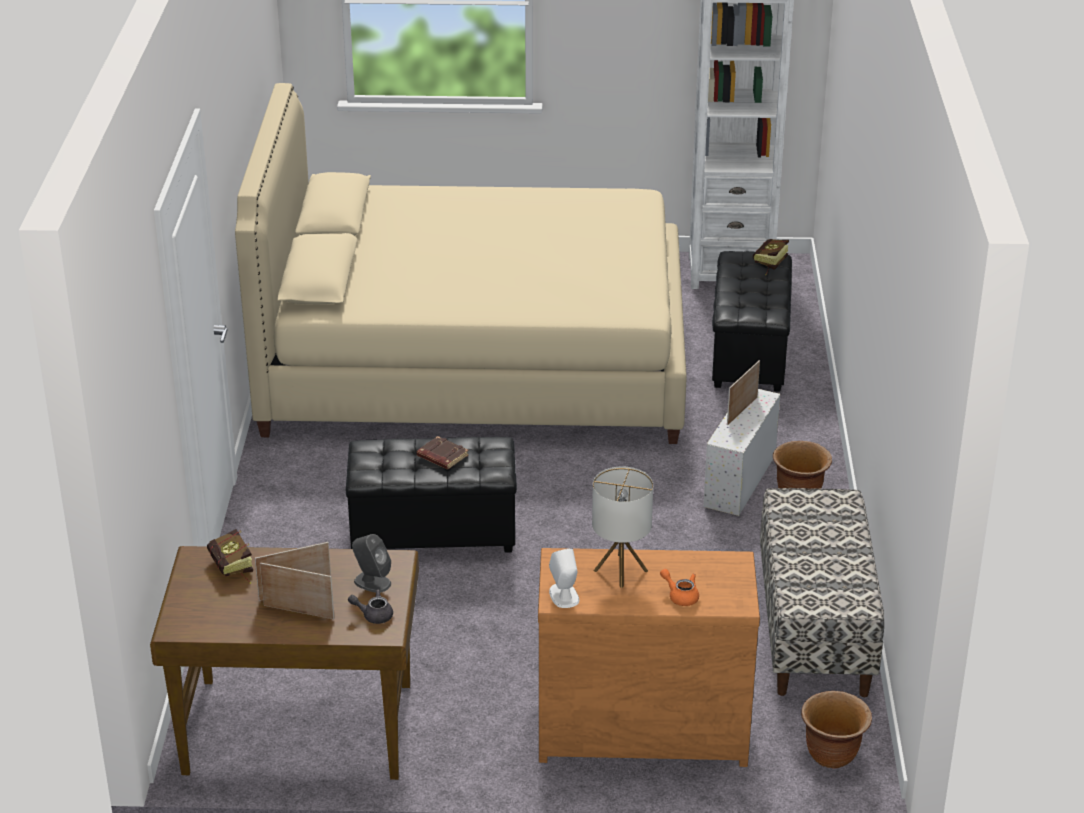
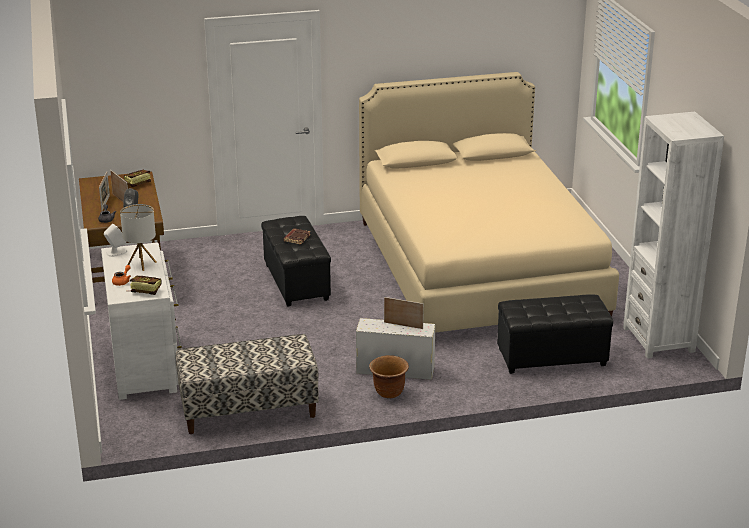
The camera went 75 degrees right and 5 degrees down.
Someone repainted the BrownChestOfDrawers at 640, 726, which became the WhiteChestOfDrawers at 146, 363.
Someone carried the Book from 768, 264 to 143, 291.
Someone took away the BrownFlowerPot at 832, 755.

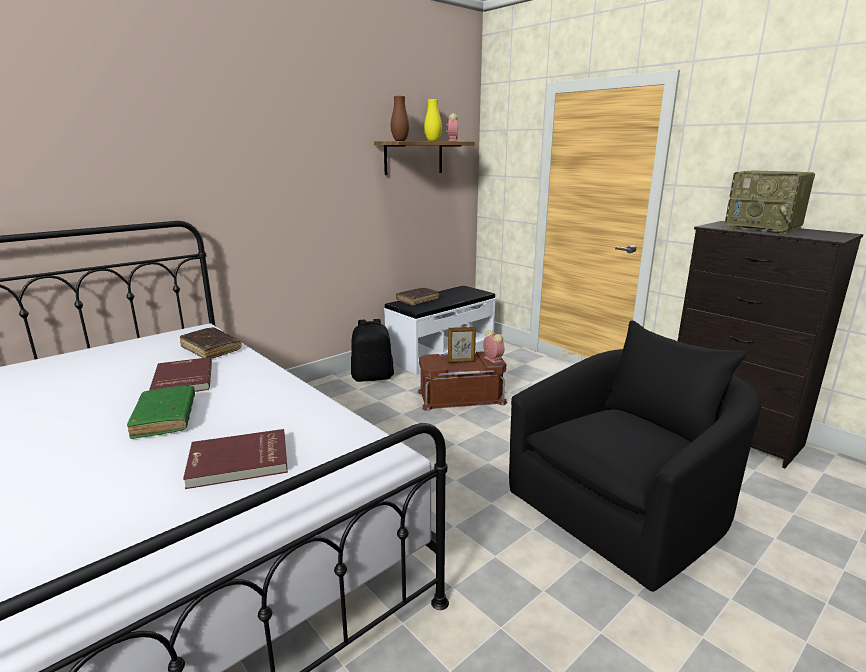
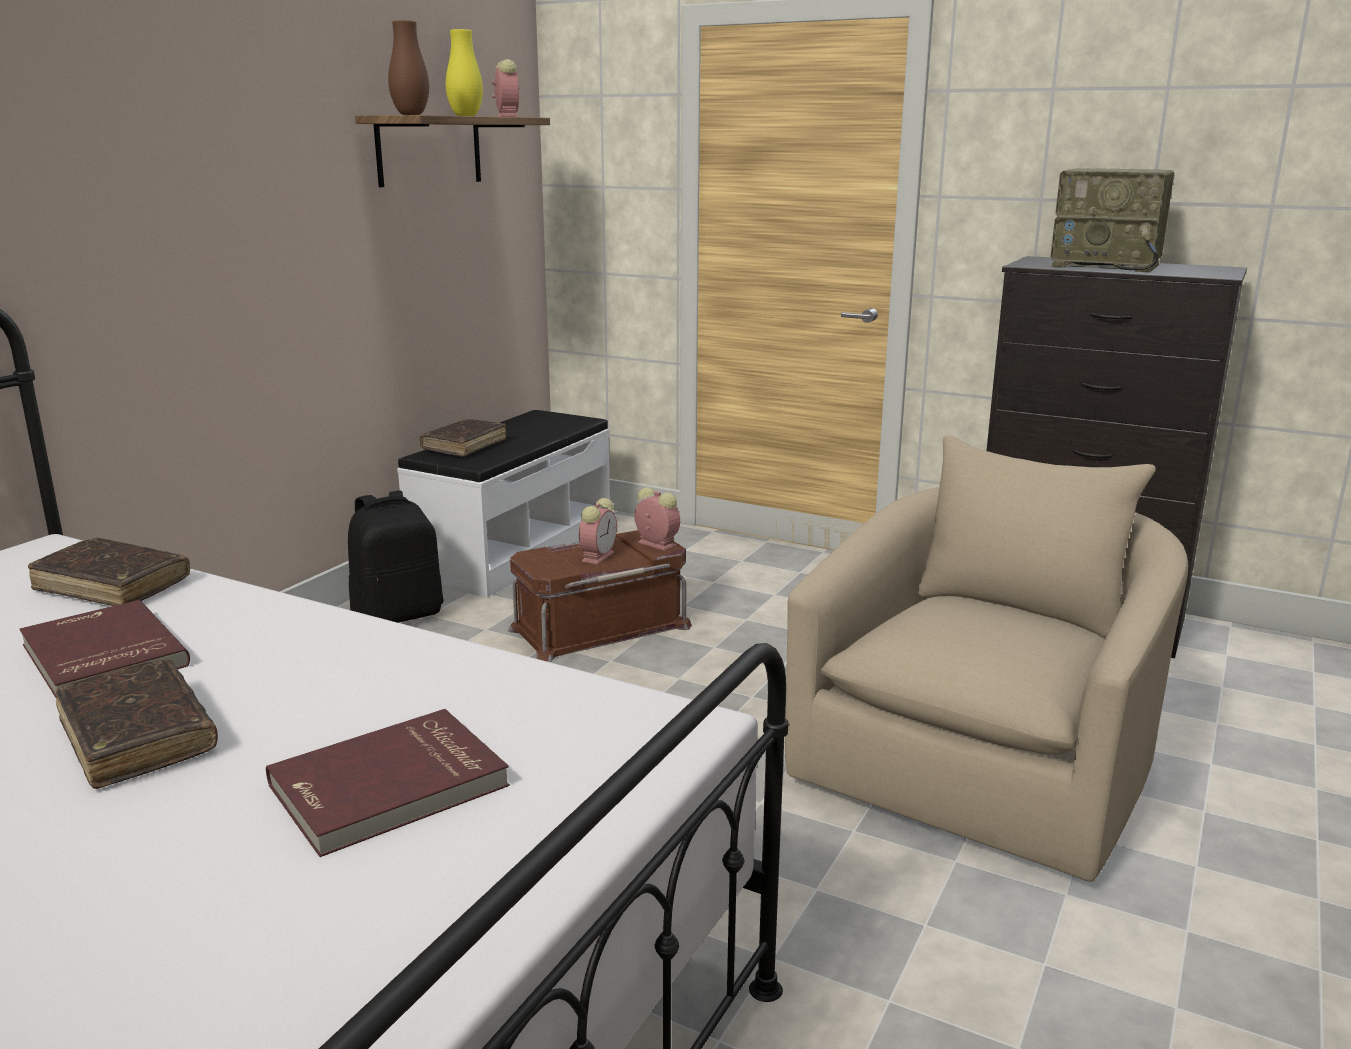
The camera went 20 degrees left and 0 degrees up.
Someone repainted the GreenBook at 165, 418, which became the BrownBook at 138, 737.
Someone swapped the PhotoFrame at 461, 362 for the TableClock at 598, 556.
Someone repainted the BlackColouredEasyChair at 626, 508, which became the SandColouredEasyChair at 983, 764.

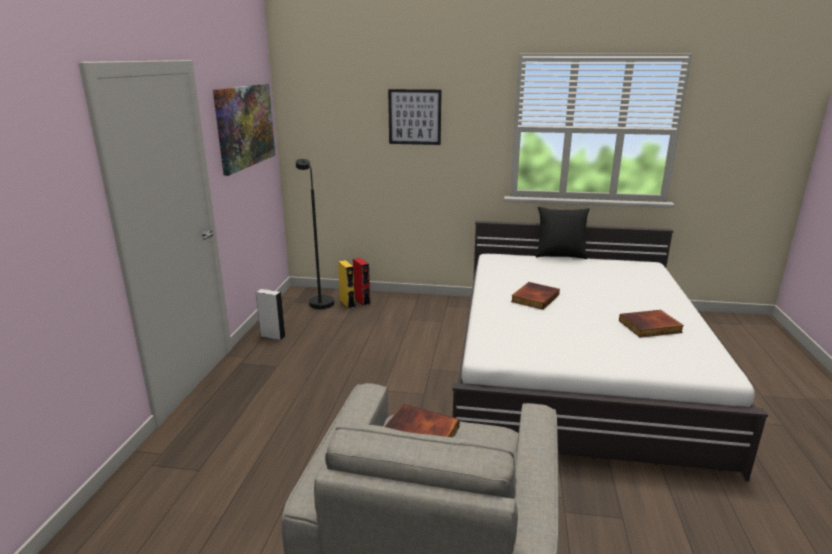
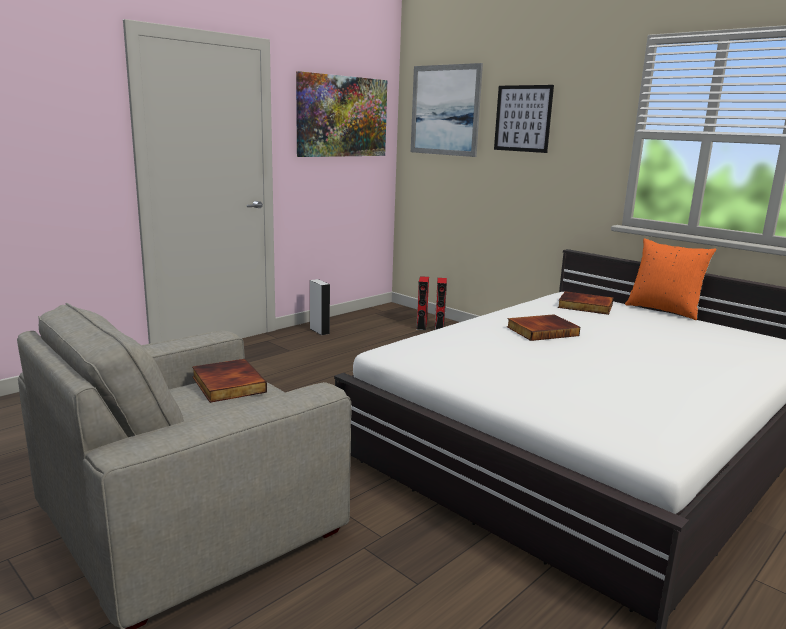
The camera went 35 degrees right and 5 degrees down.
Someone put up the WallArt at 445, 110.
Someone repainted the YellowishLoudspeaker at 347, 304, which became the ReddishLoudspeaker at 421, 326.
Someone carried the Book from 650, 327 to 584, 306.
Someone repainted the BlackColouredCushion at 560, 255, which became the OrangeyCushion at 663, 310.
Someone took away the BlackColouredStandardLamp at 319, 301.

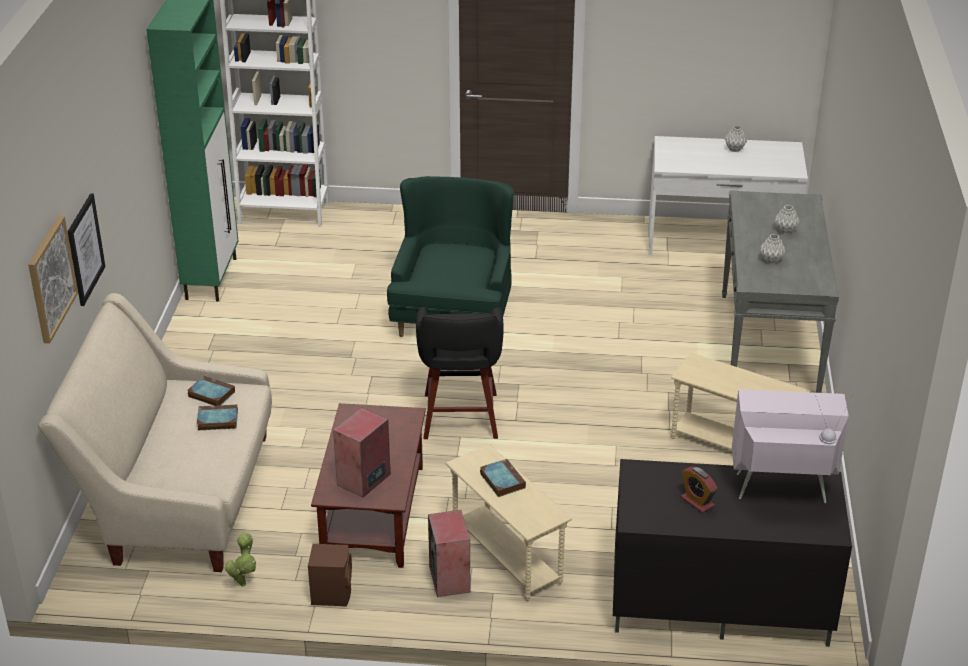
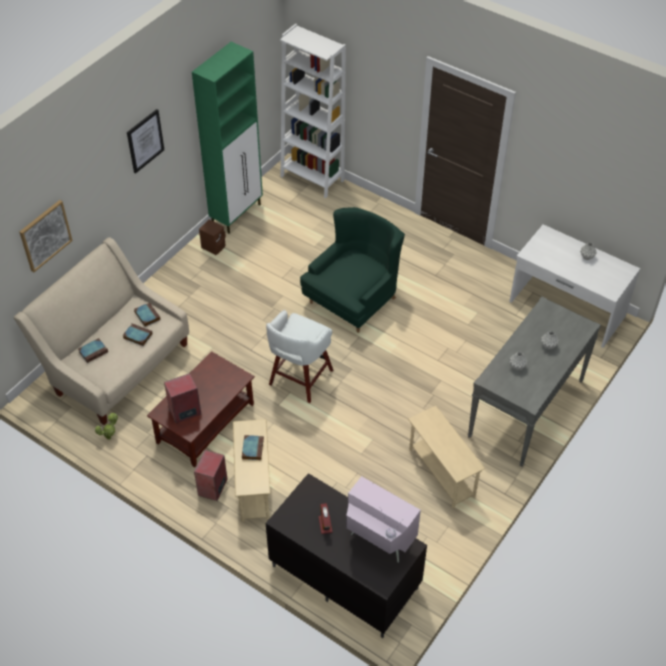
The camera went 30 degrees right and 15 degrees up.
Someone put down the Book at 93, 351.
Someone carried the WallArt from 85, 249 to 145, 141.
Someone carried the BrownLoudspeaker from 332, 593 to 214, 246.
Someone repainted the BlackColouredStool at 460, 418, which became the WhiteStool at 299, 379.

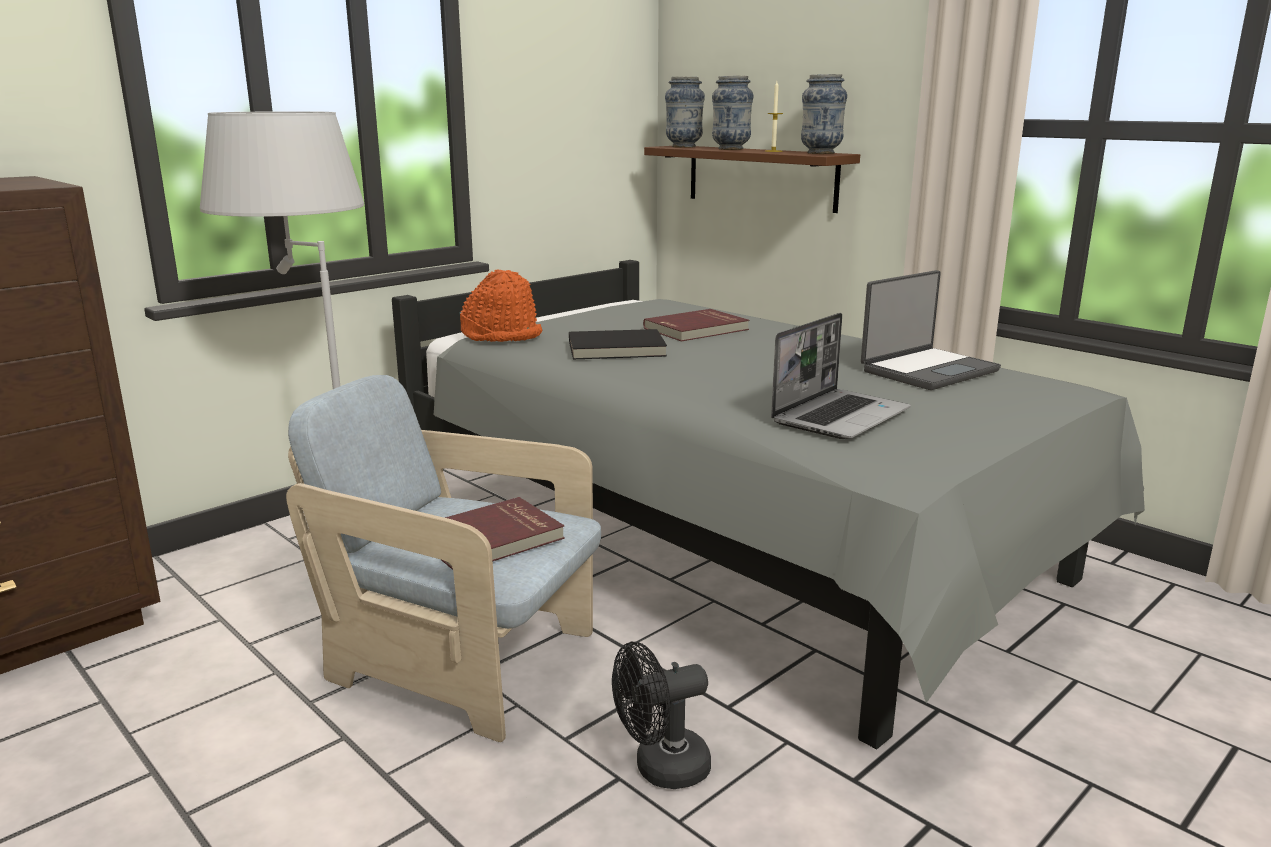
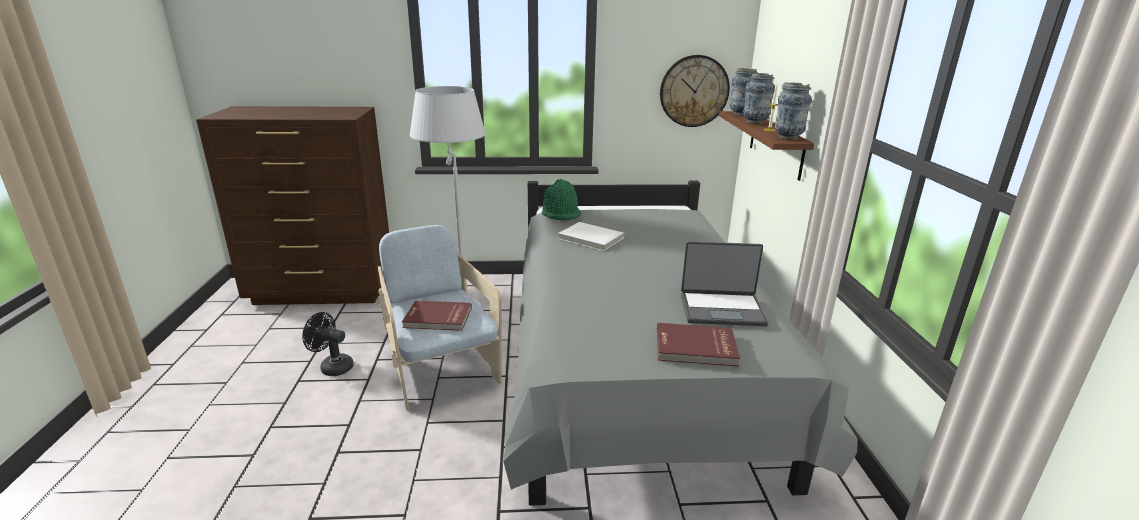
The camera went 40 degrees right and 5 degrees up.
Someone carried the BlackColouredFan from 661, 769 to 332, 367.
Someone repainted the OrangeyWearableHat at 502, 335, which became the GreenWearableHat at 561, 214.
Someone repainted the BlackColouredBook at 616, 349, which became the WhiteBook at 590, 239.
Someone carried the ReddishBook from 697, 329 to 695, 348.
Someone put up the ClockOnTheWall at 694, 91.
Someone took away the PortableComputer at 840, 416.

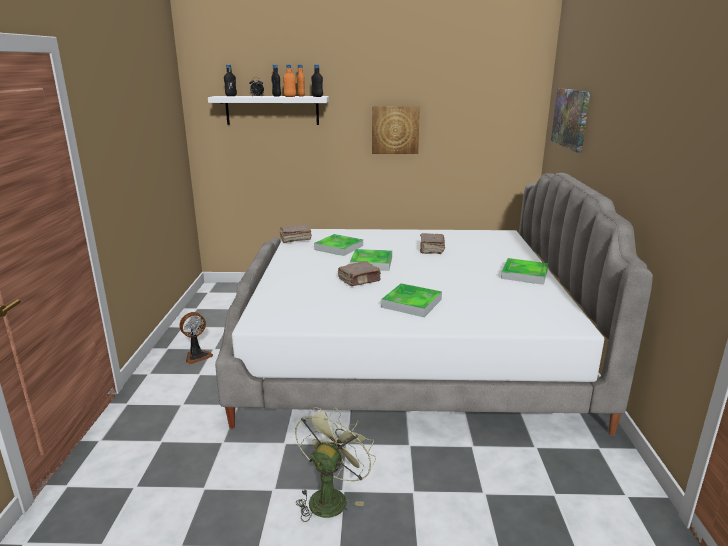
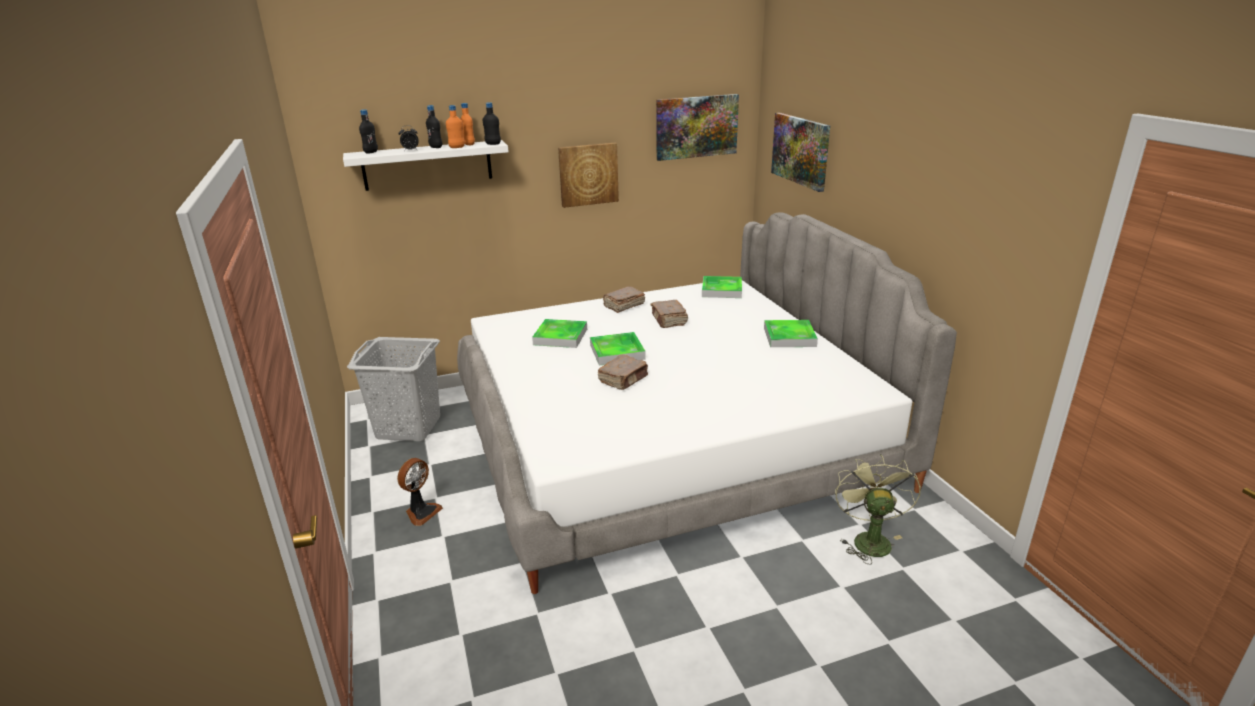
The camera went 20 degrees left and 5 degrees up.
Someone put down the GreyishLaundryBasket at 408, 427.
Someone carried the BrownBook from 295, 239 to 623, 306.
Someone put up the WallArt at 696, 126.
Someone carried the ServingTray from 411, 303 to 721, 290.
Someone carried the GreenFan from 330, 496 to 868, 539.

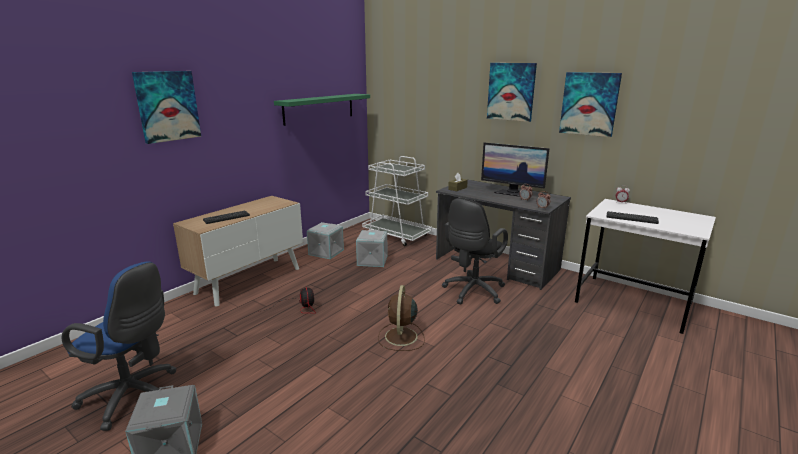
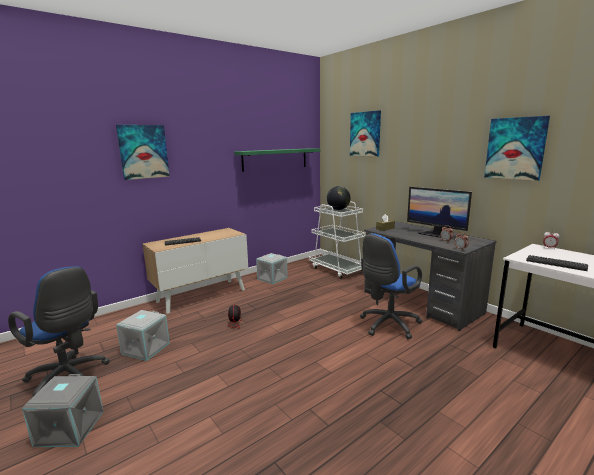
The camera went 15 degrees right and 5 degrees down.
Someone carried the GreyishStorageBin from 371, 260 to 145, 348.
Someone put down the Globe at 338, 209.
Someone carried the WallArt from 511, 91 to 365, 134.
Someone repainted the BlackColouredDeskChair at 472, 292, which became the BluishDeskChair at 387, 325.
Someone took away the BrownFan at 401, 337.

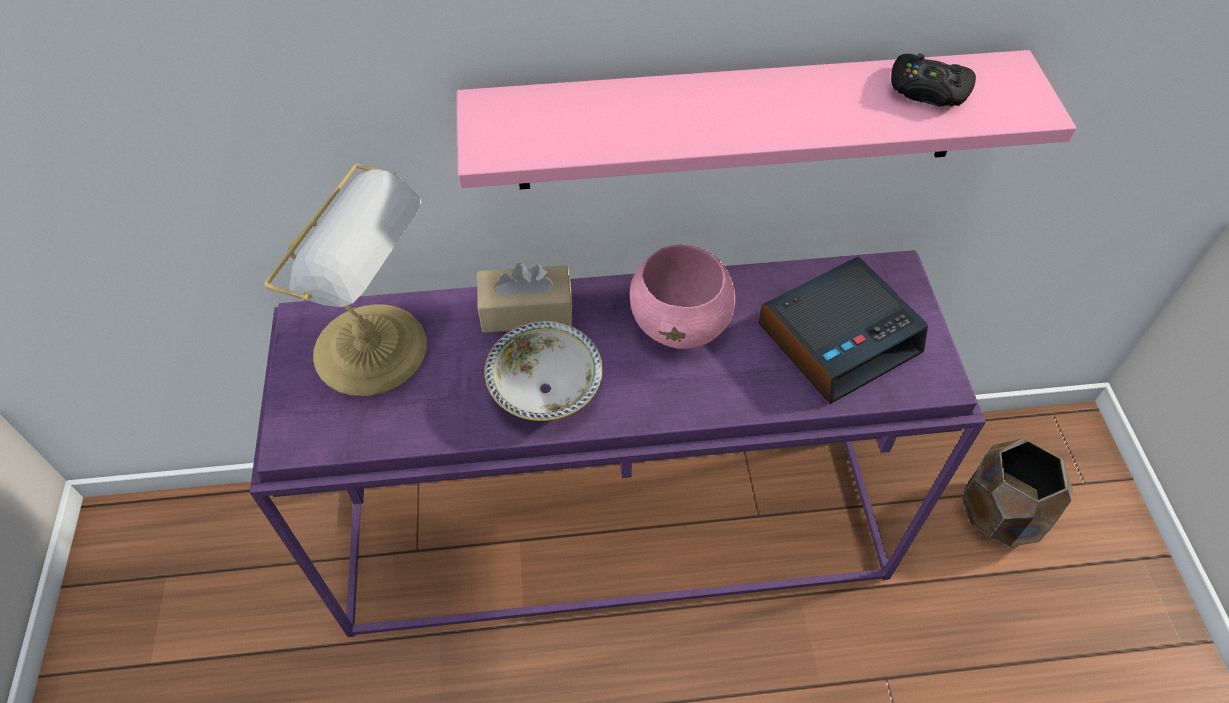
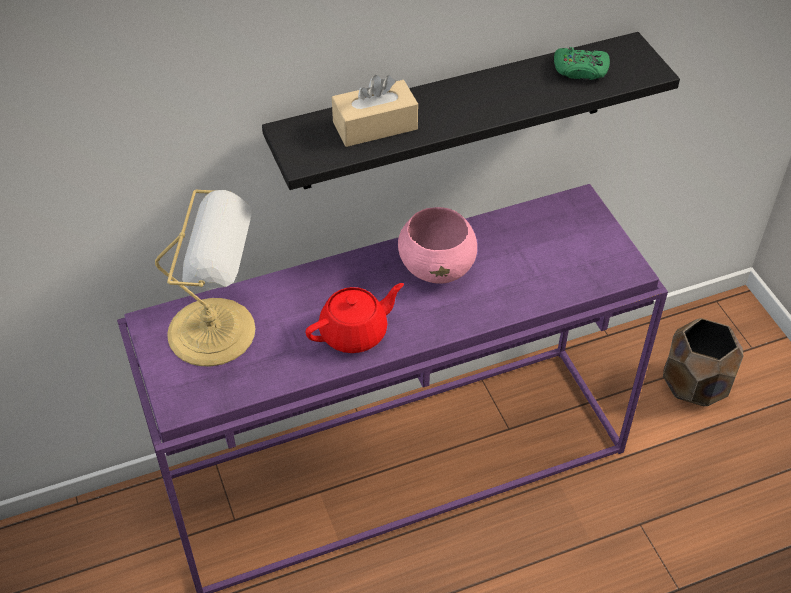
The camera went 15 degrees left and 5 degrees down.
Someone repainted the PinkBracketShelf at 741, 122, which became the BlackColouredBracketShelf at 456, 112.
Someone swapped the Bowl at 546, 390 for the ReddishTeaPot at 355, 333.
Someone carried the SandColouredBoxOfTissues from 526, 311 to 375, 126.
Someone repainted the BlackColouredGamepad at 928, 90, which became the GreenGamepad at 580, 70.
Someone took away the TableClock at 839, 337.

